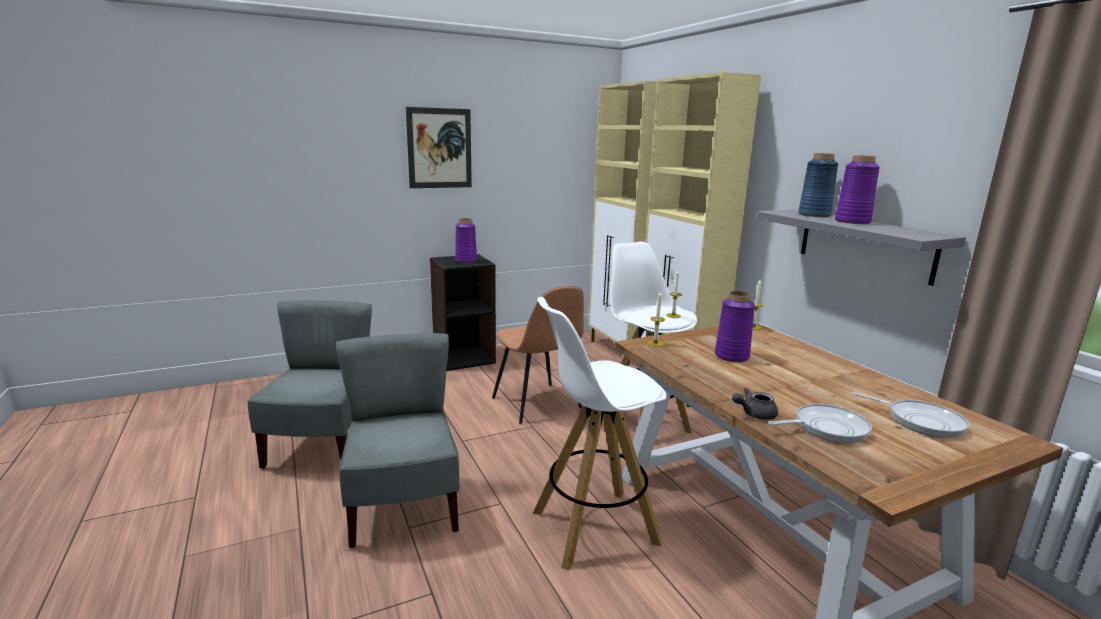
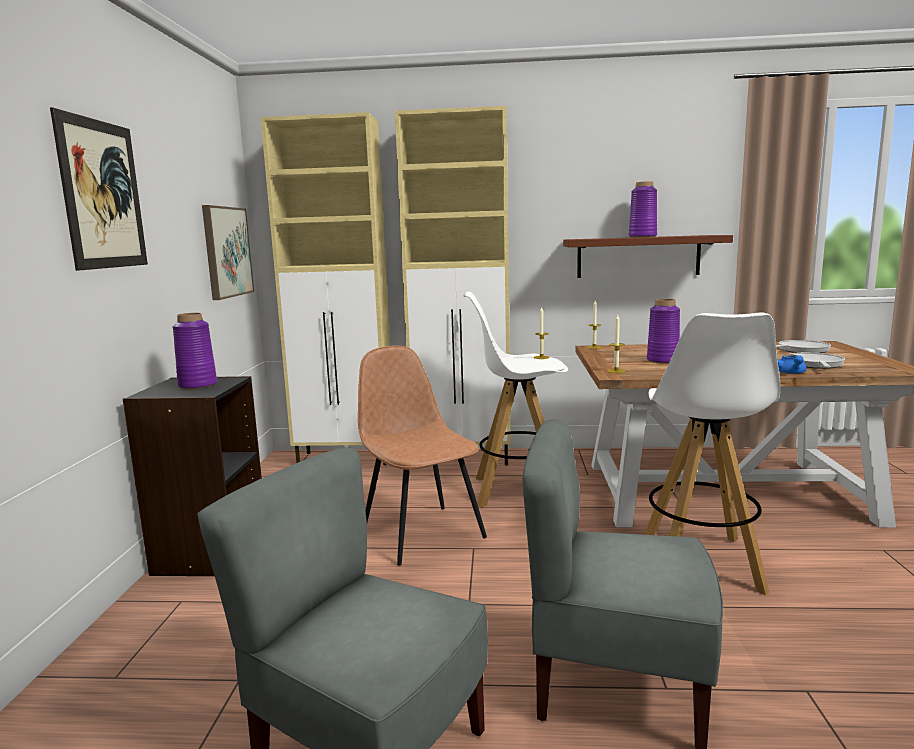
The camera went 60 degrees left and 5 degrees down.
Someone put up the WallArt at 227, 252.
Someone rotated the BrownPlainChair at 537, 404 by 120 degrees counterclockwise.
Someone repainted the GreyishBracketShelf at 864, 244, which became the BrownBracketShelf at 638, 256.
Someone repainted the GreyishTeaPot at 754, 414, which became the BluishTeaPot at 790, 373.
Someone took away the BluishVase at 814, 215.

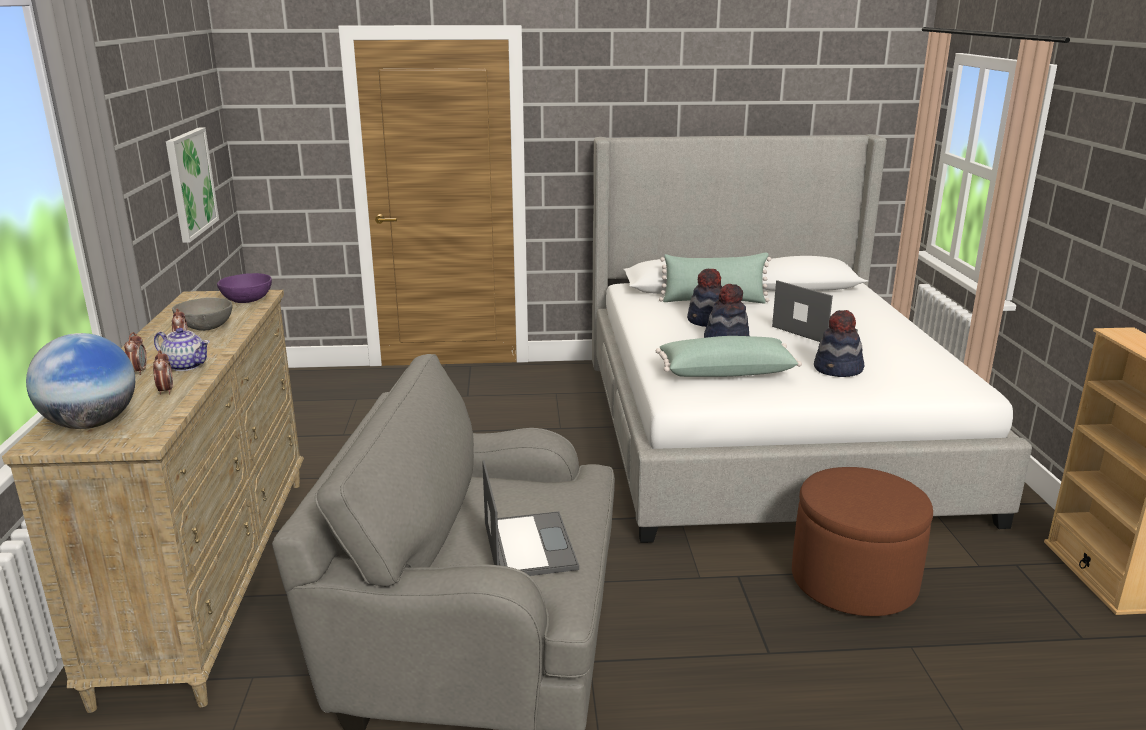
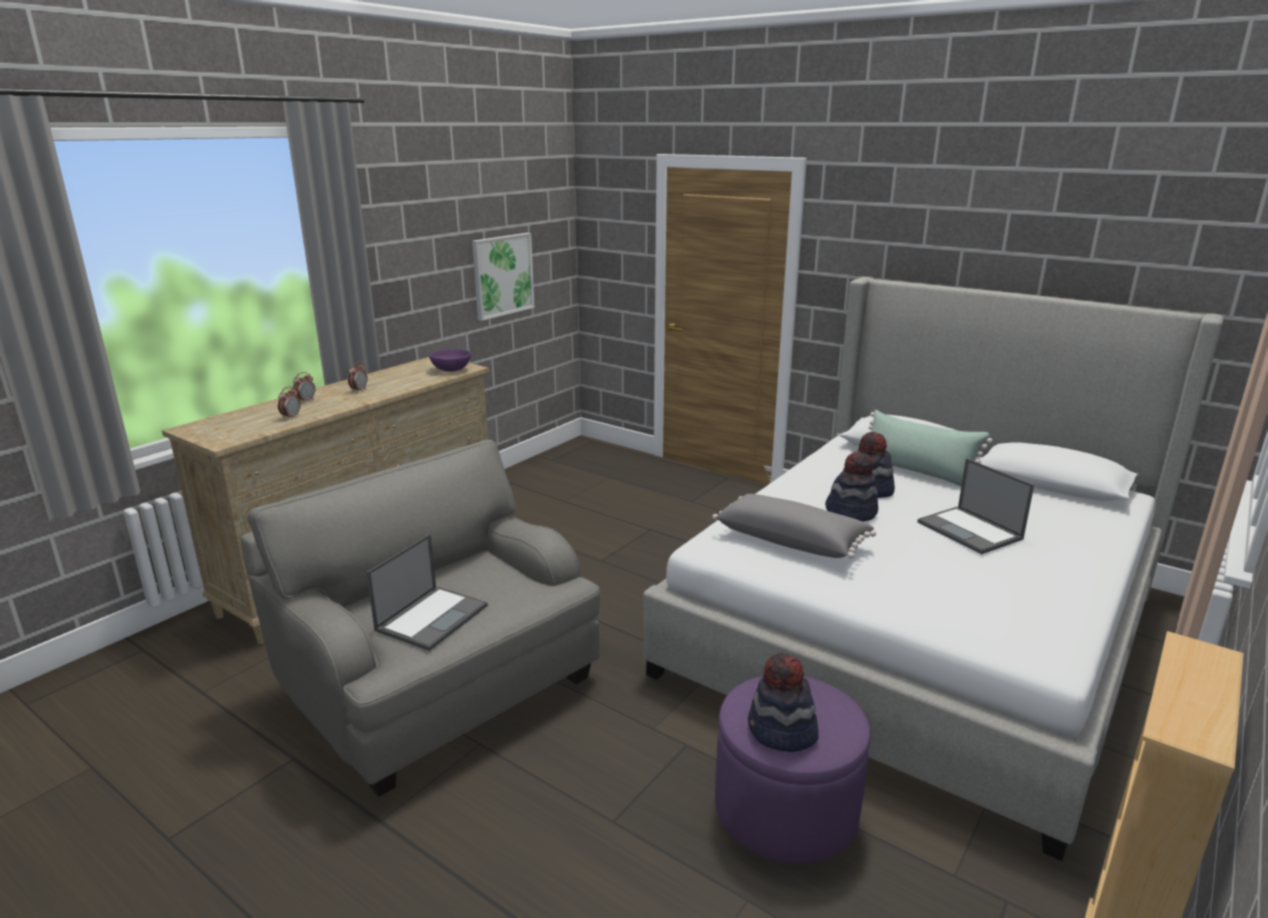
The camera went 40 degrees right and 0 degrees up.
Someone repainted the GreenCushion at 725, 372, which became the GreyishCushion at 792, 540.
Someone repainted the BrownOttoman at 853, 581, which became the PurplishOttoman at 785, 809.
Someone carried the WearableHat from 838, 370 to 781, 732.
Someone rotated the PortableComputer at 813, 329 by 150 degrees clockwise.
Someone took away the Globe at 91, 424.
Someone took away the TeaPot at 186, 365.
Someone took away the GreyishBowl at 207, 328.

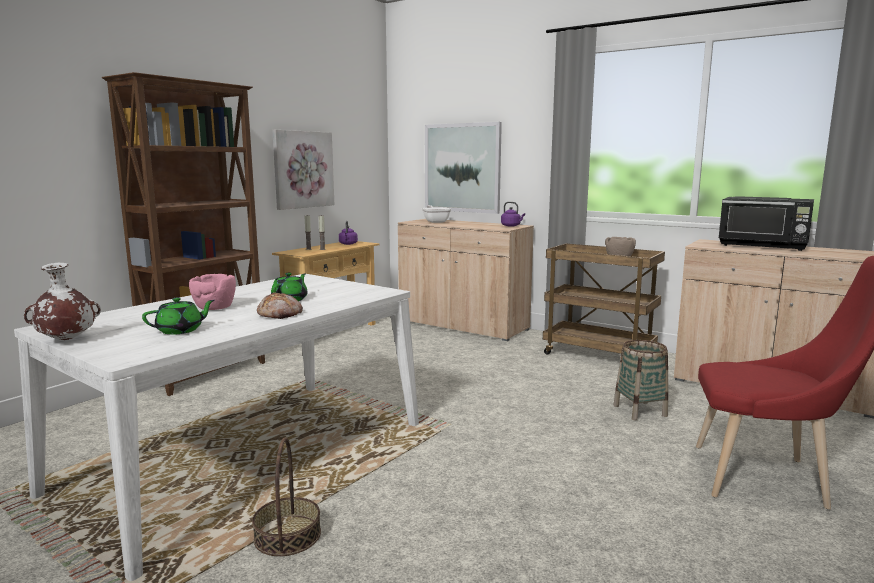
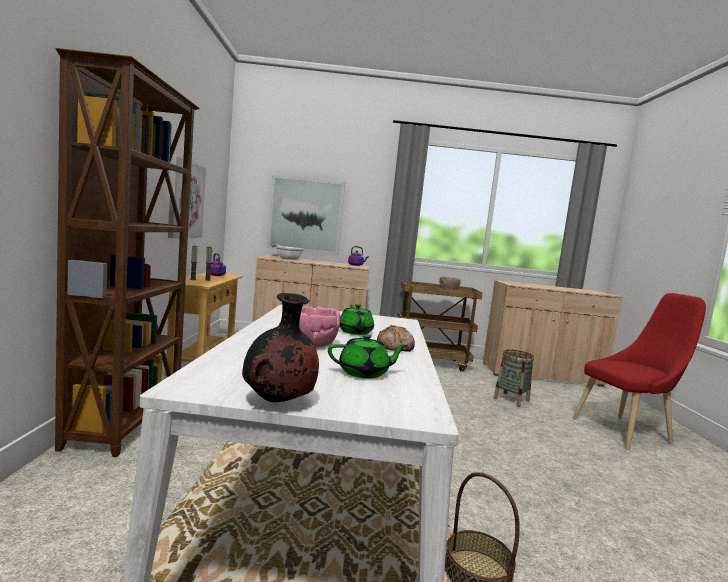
The camera went 35 degrees left and 5 degrees down.
Someone repainted the WhiteVase at 66, 340, which became the BlackColouredVase at 277, 402.
Someone rotated the GreenTeaPot at 180, 330 by 60 degrees clockwise.
Someone took away the BlackColouredMicrowaveOven at 763, 246.

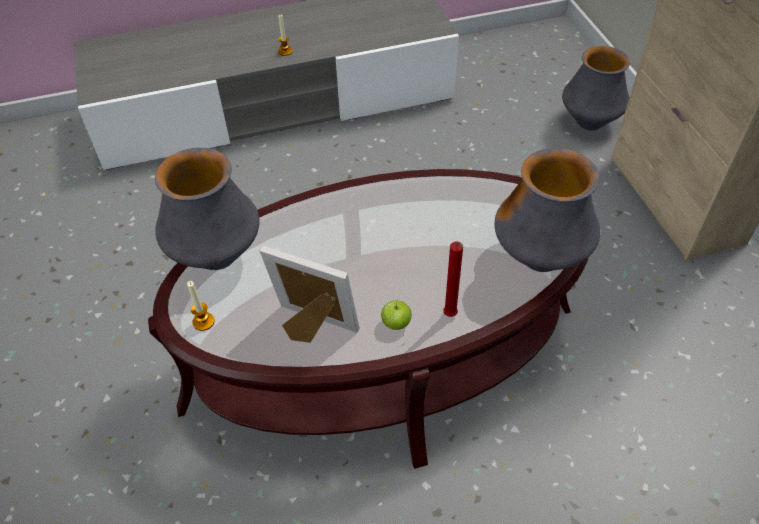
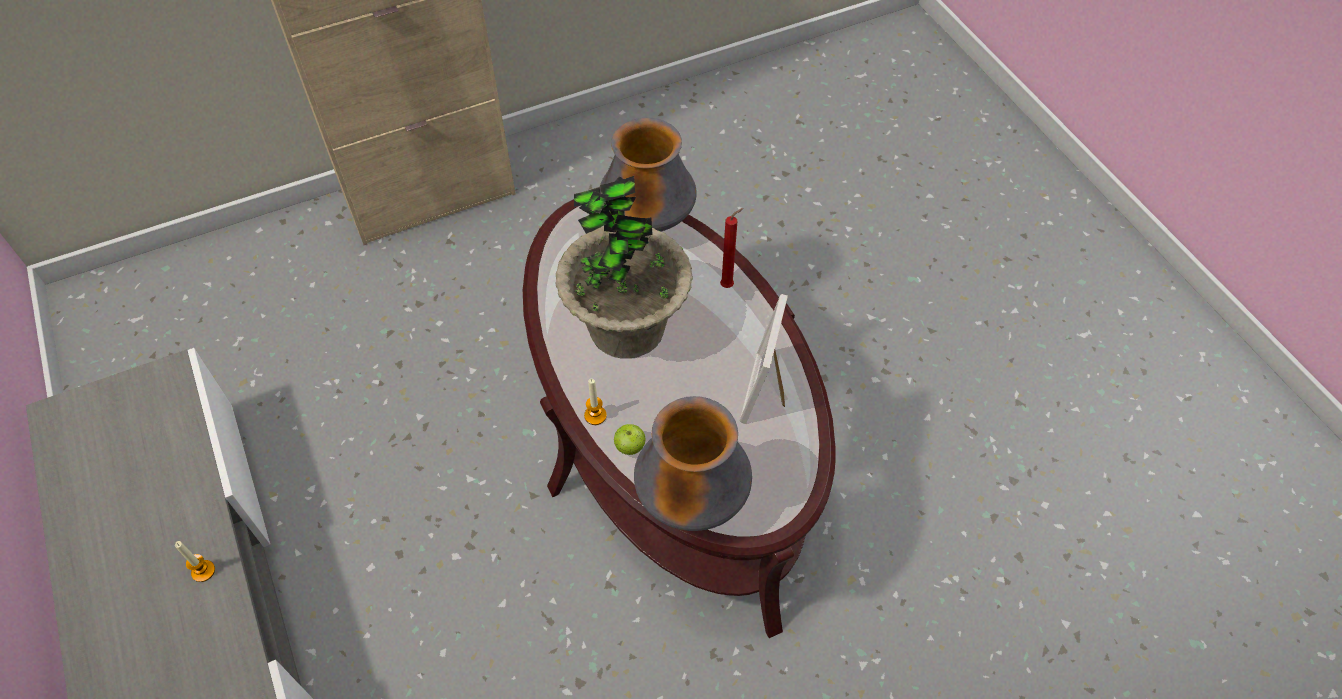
The camera went 100 degrees left and 5 degrees up.
Someone put down the Houseplant at 627, 328.
Someone carried the Candle from 203, 322 to 595, 415.
Someone carried the WholeApple from 396, 324 to 630, 447.
Someone took away the Vase at 589, 123.

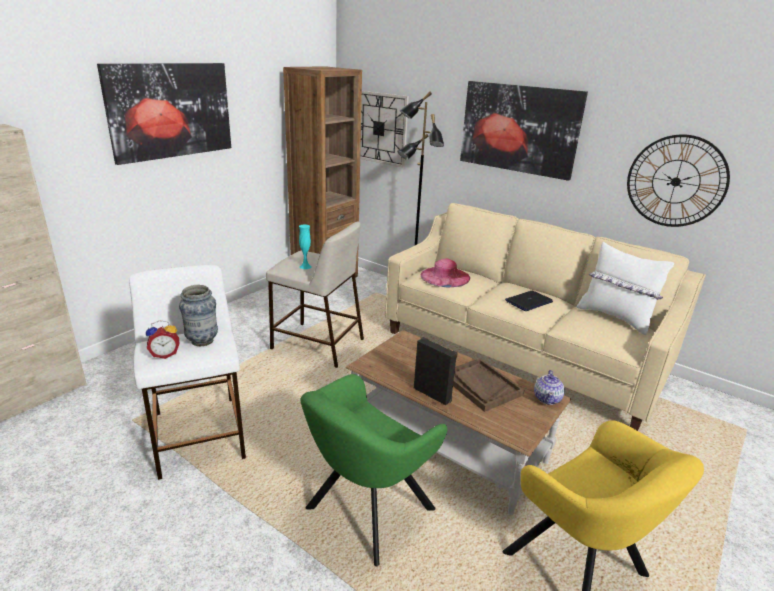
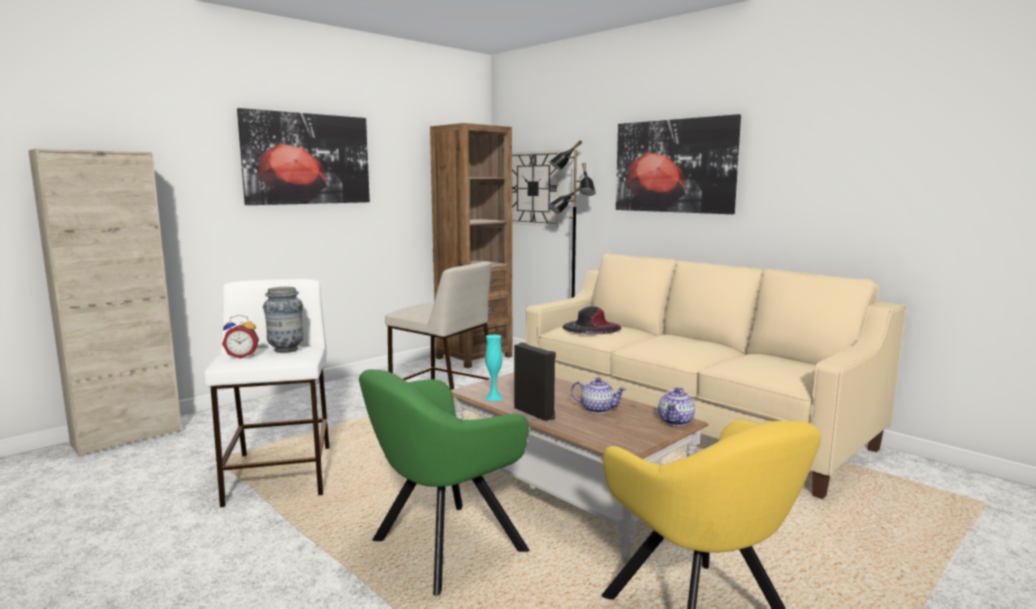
The camera went 10 degrees right and 15 degrees down.
Someone carried the BlueGreenVase from 305, 266 to 494, 397.
Someone repainted the PinkWearableHat at 445, 276, which became the BlackColouredWearableHat at 591, 327.
Someone swapped the BrownServingTray at 481, 385 for the TeaPot at 597, 409.
Someone took away the PortableComputer at 528, 301.
Someone took away the WhiteCushion at 615, 317.
Someone took away the ClockOnTheWall at 675, 181.

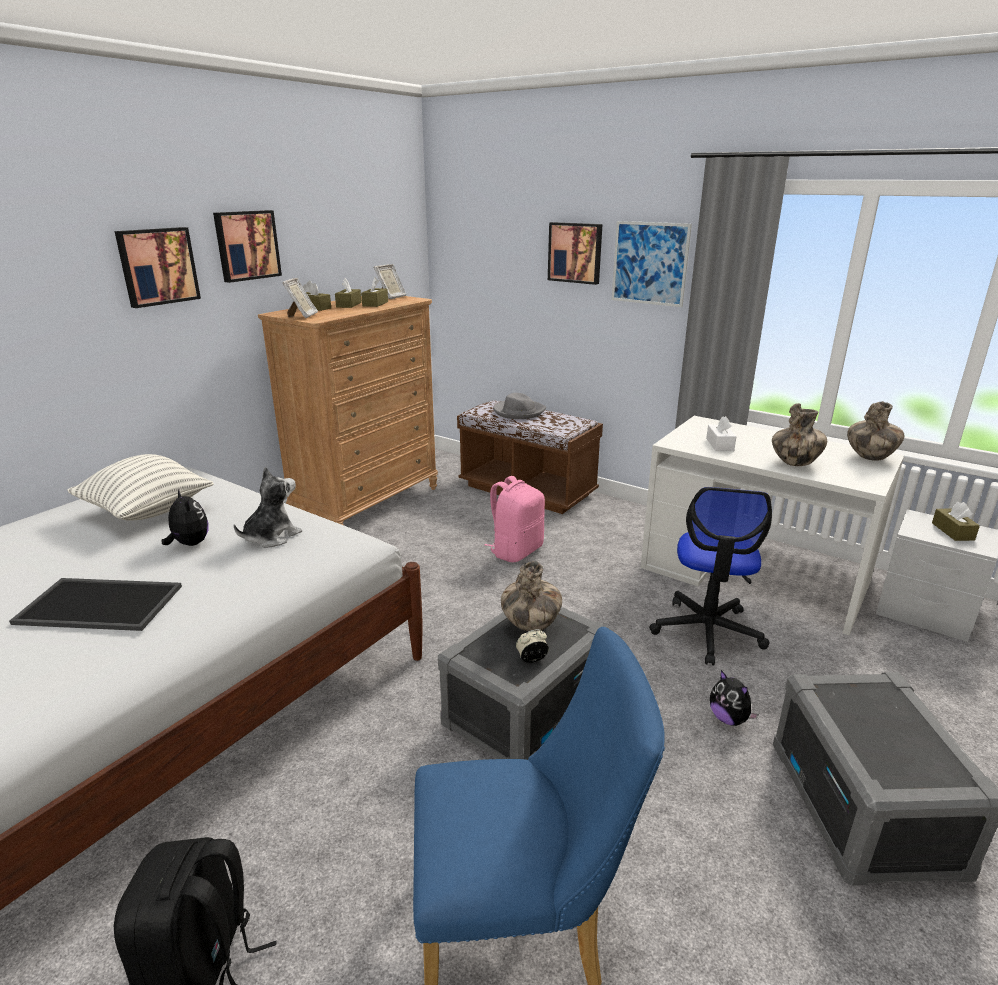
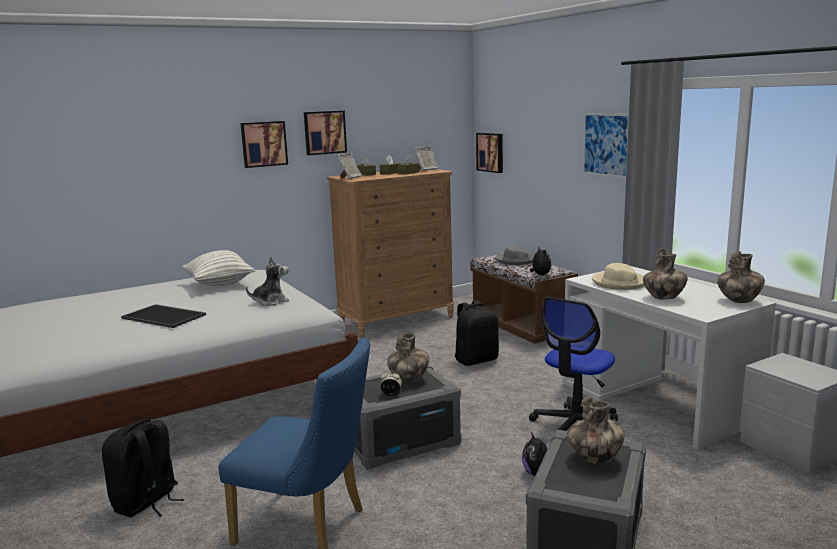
The camera went 25 degrees right and 10 degrees down.
Someone repainted the PinkKnapsack at 516, 551, which became the BlackColouredKnapsack at 476, 360.
Someone carried the WallArt from 575, 252 to 491, 152.
Someone carried the SoftToy from 189, 544 to 540, 275.
Someone put down the Vase at 595, 459.
Someone swapped the WhiteBoxOfTissues at 719, 444 for the SandColouredWearableHat at 619, 283.
Someone took away the BrownBoxOfTissues at 952, 531.

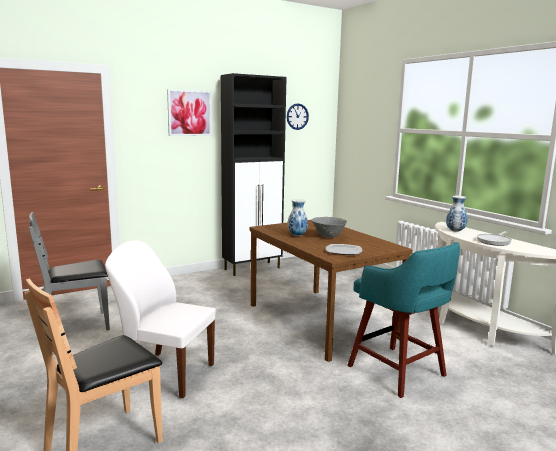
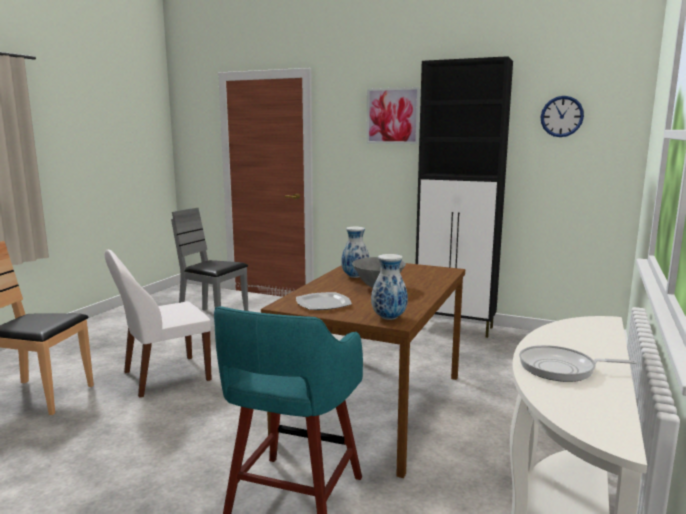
The camera went 55 degrees right and 0 degrees up.
Someone rotated the WhitePlainChair at 166, 373 by 105 degrees counterclockwise.
Someone carried the Vase from 455, 231 to 389, 318.

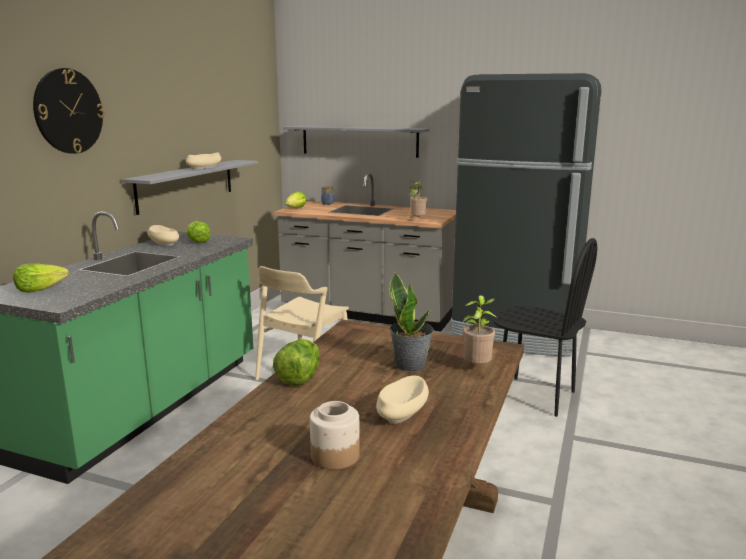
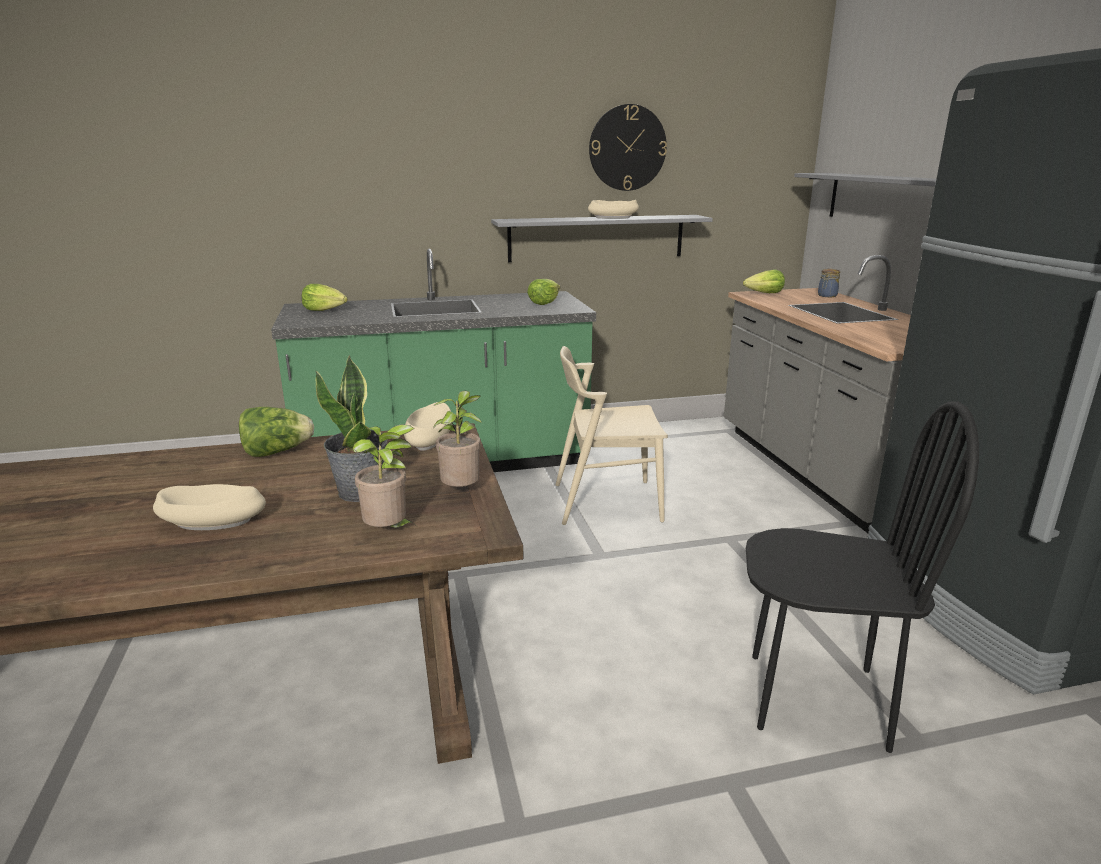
The camera went 55 degrees right and 5 degrees up.
Someone carried the SandColouredBowl from 163, 243 to 429, 440.
Someone carried the Houseplant from 417, 220 to 462, 492.
Someone carried the ClockOnTheWall from 68, 111 to 627, 148.
Someone rotated the BlackColouredPlainChair at 535, 396 by 75 degrees counterclockwise.
Someone took away the StorageJar at 334, 456.

